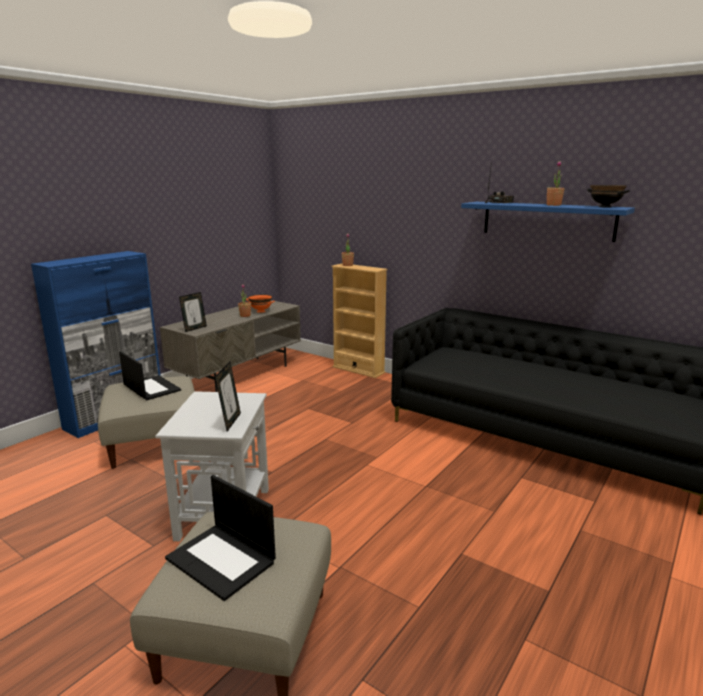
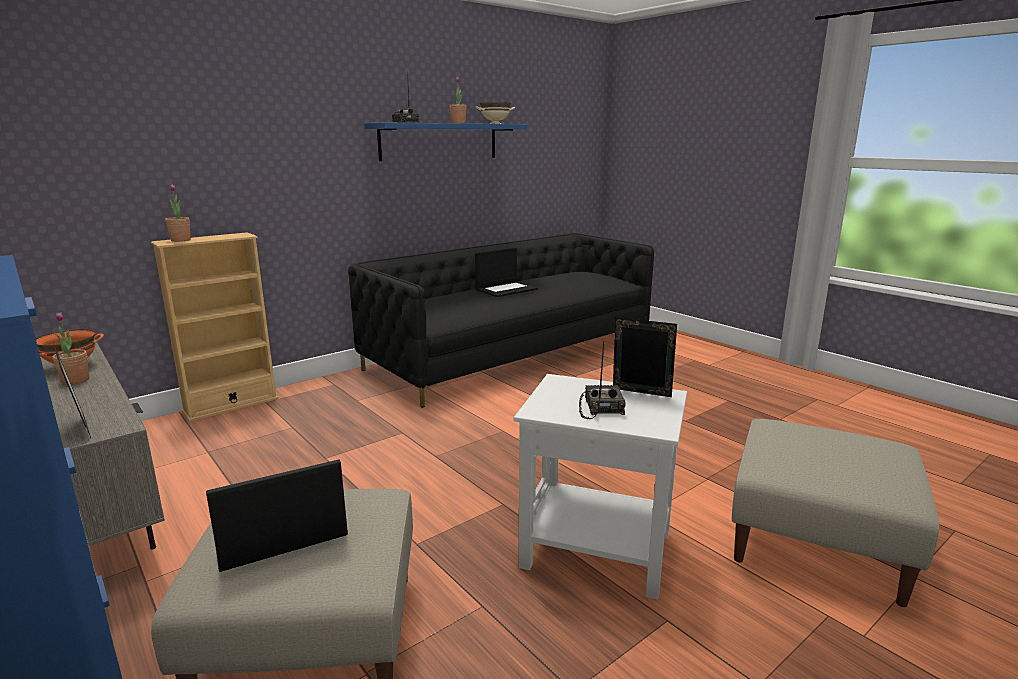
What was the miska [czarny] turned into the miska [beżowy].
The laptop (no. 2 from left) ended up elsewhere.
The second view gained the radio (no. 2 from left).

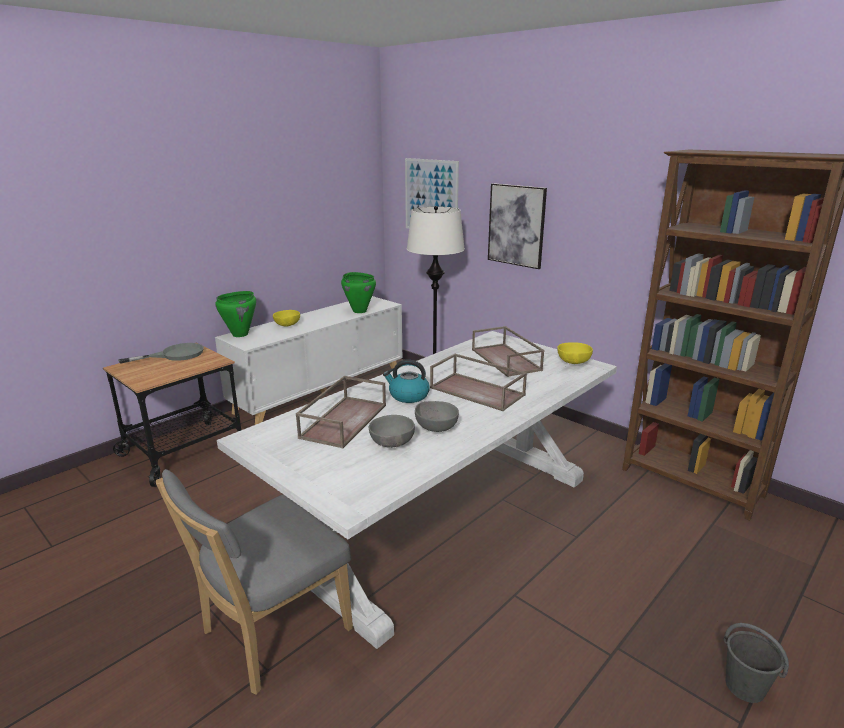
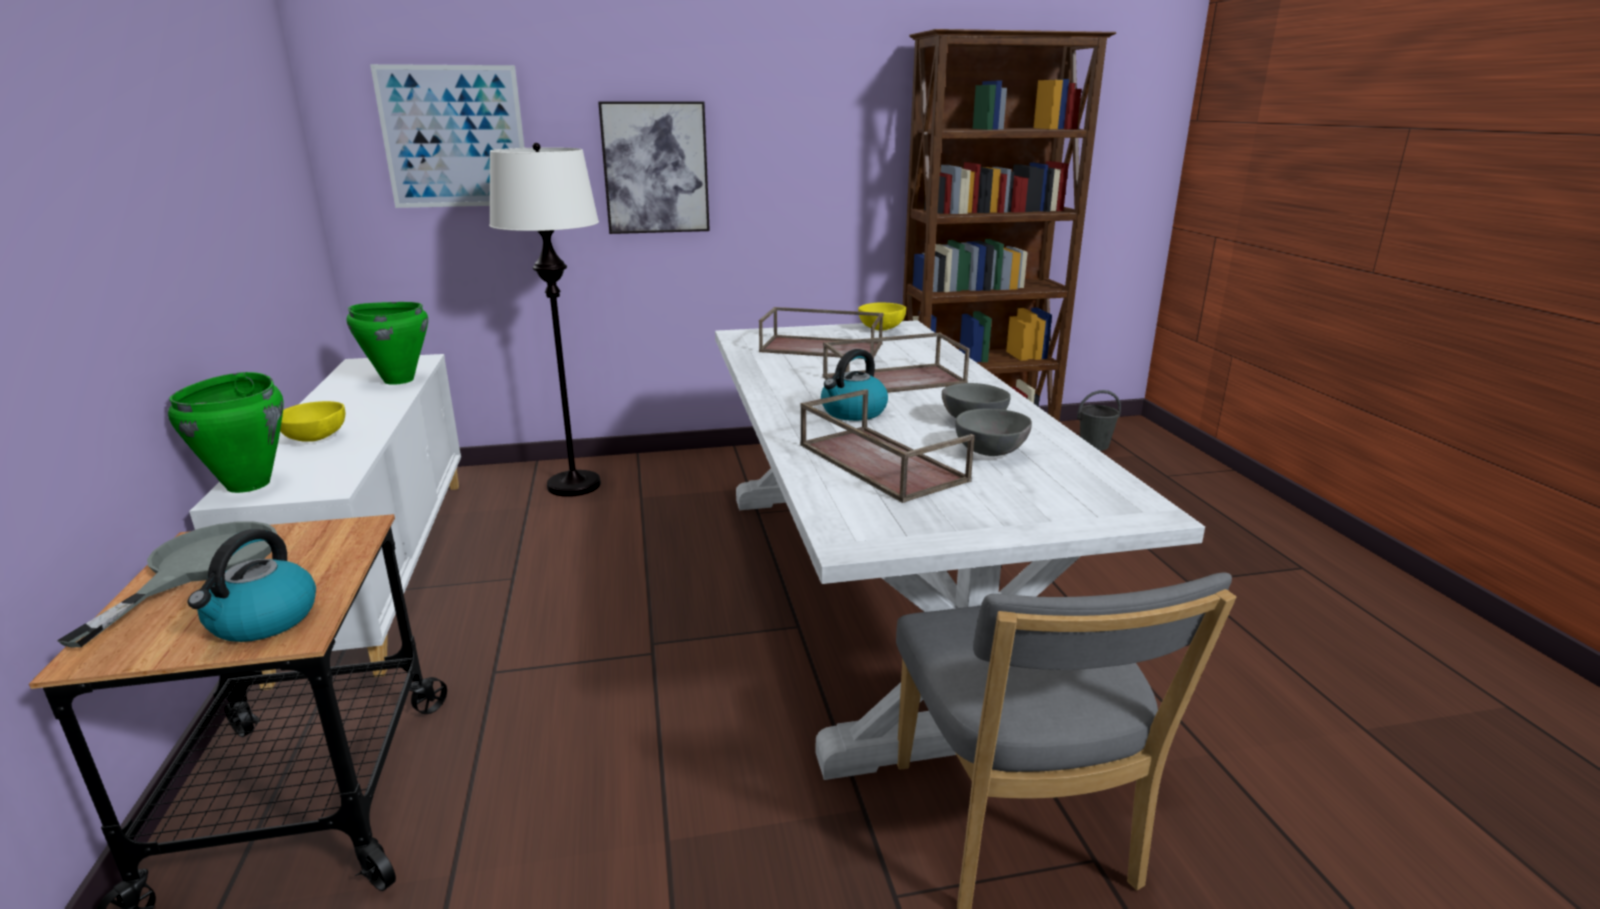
The wiadro [szary] ended up elsewhere.
The second view gained the czajnik (no. 1 from left).

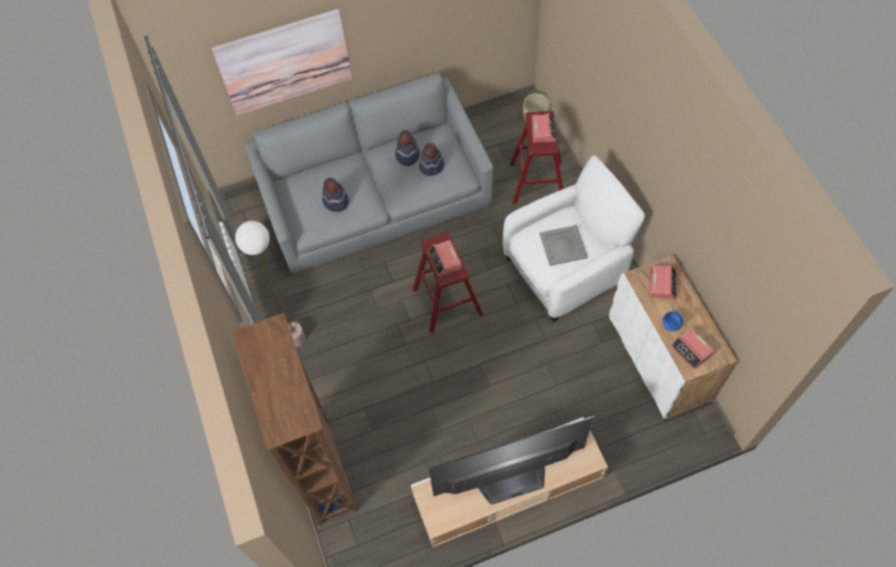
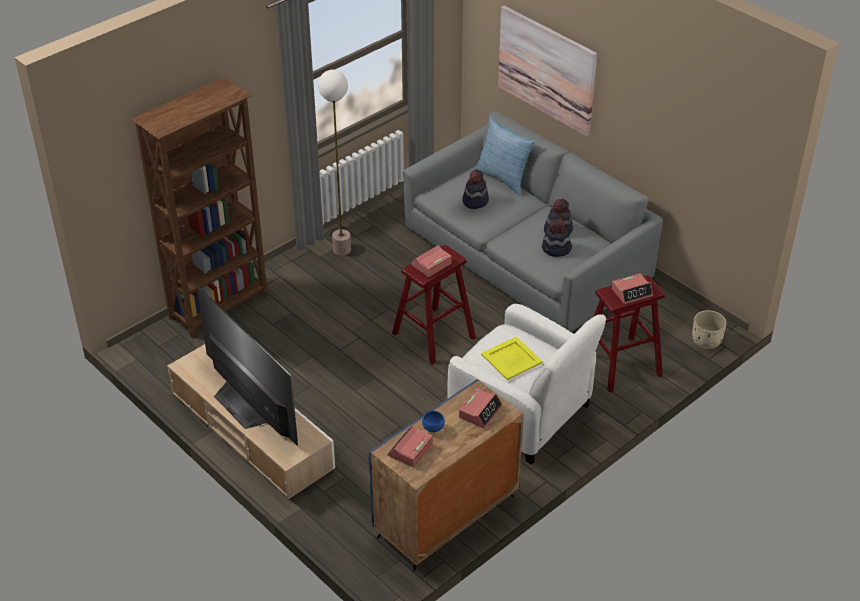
What was the taca [szary] turned into the taca [żółty].
What was the szafka [biały] turned into the szafka [niebieski].
The budzik (no. 3 from left) ended up facing another way, 45 degrees counterclockwise from before.
The second view gained the poduszka.

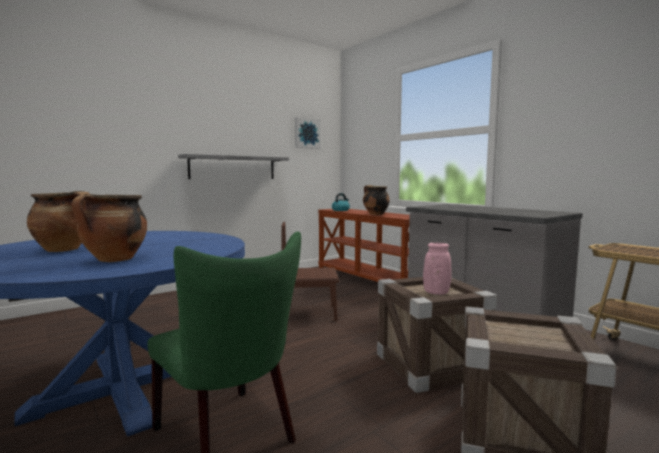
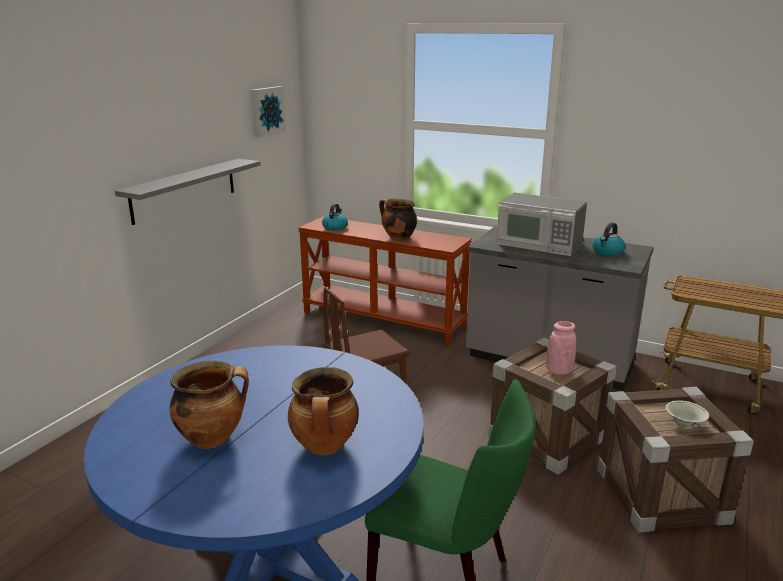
The second view gained the mikrofalówka.
The second view gained the czajnik (no. 2 from left).
The second view gained the miska [biały].

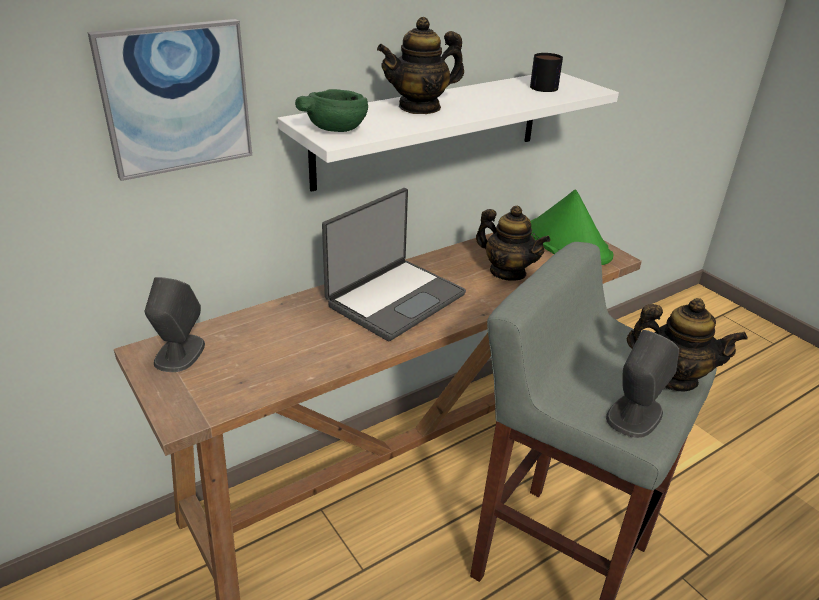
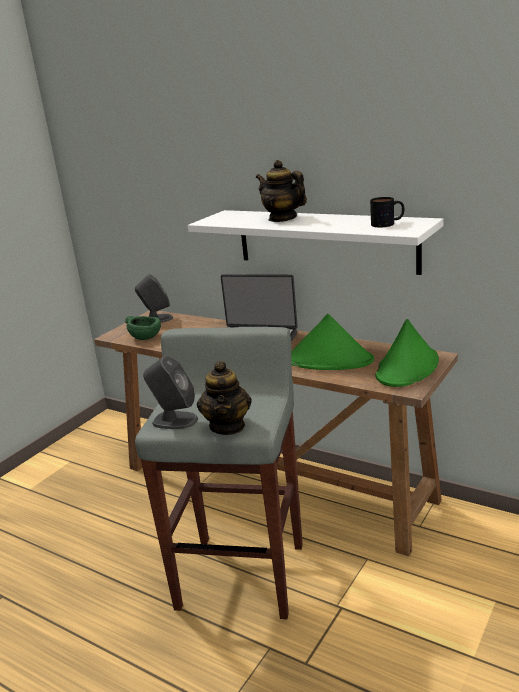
The second view lost the obraz.
The miska [zielony] ended up elsewhere.
Where the imbryk (no. 2 from left) stood, the kapelusz [zielony] (no. 1 from left) came to stand.

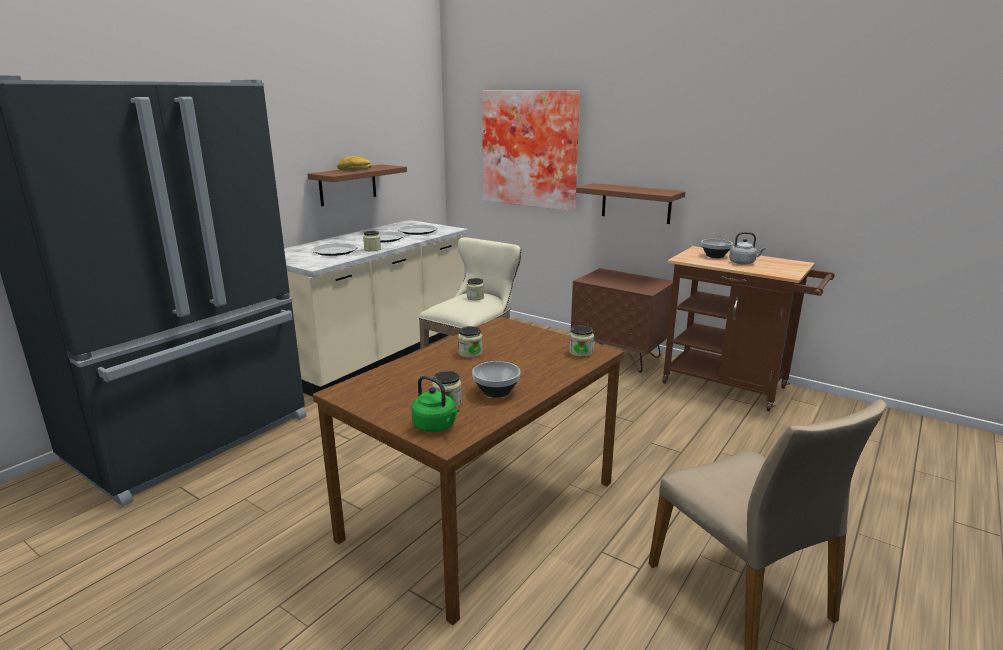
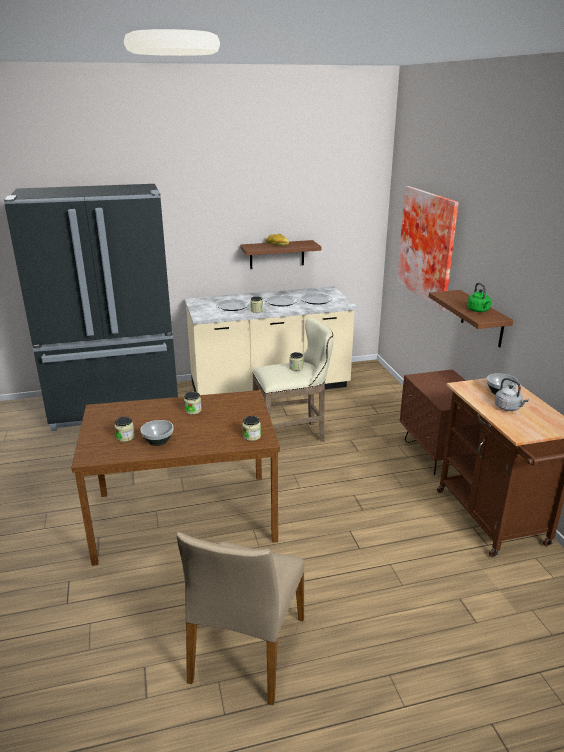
The czajnik [zielony] ended up elsewhere.

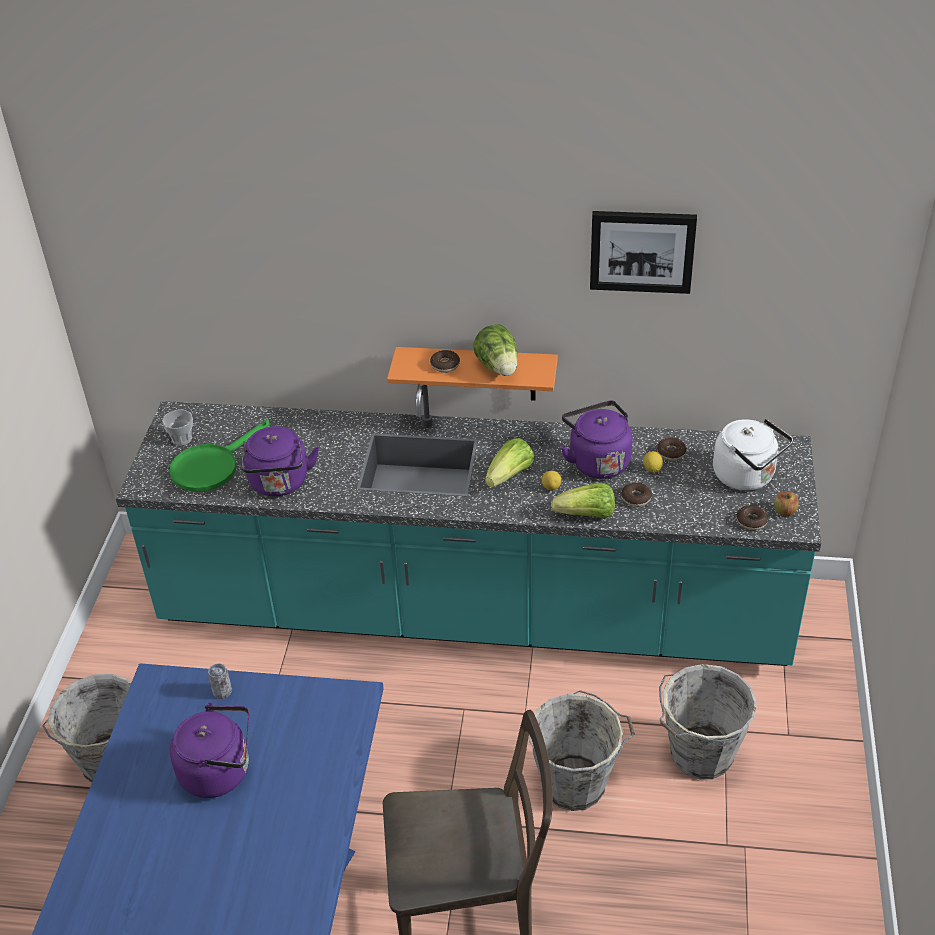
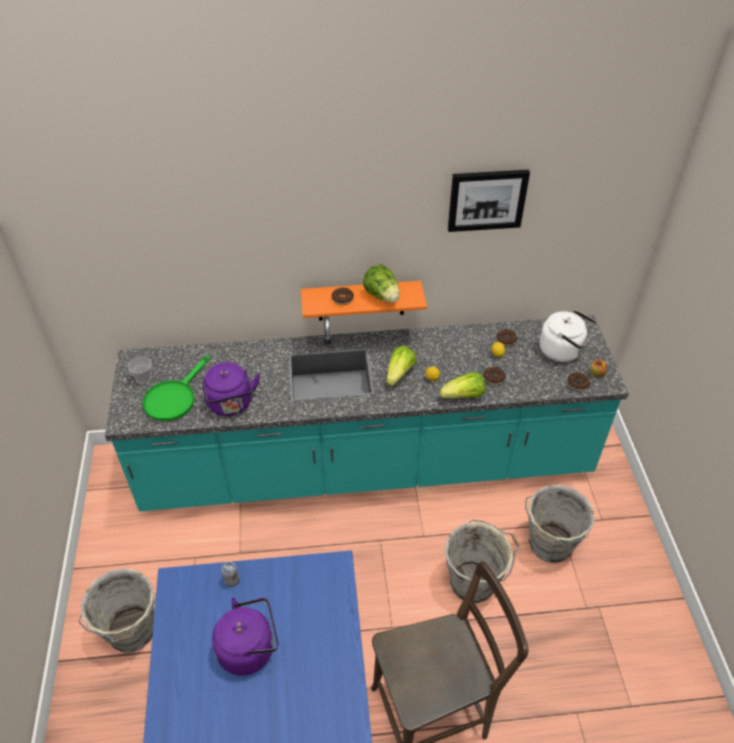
The second view lost the czajnik [fioletowy] (no. 3 from left).

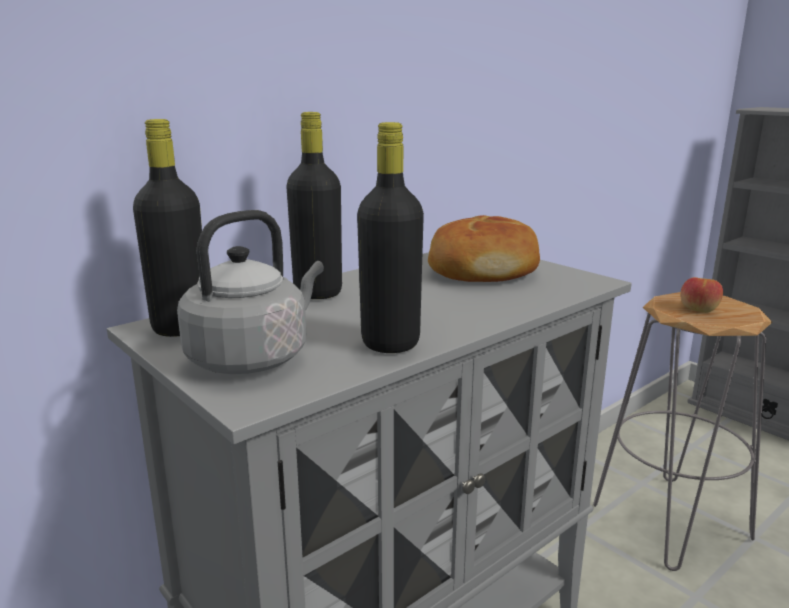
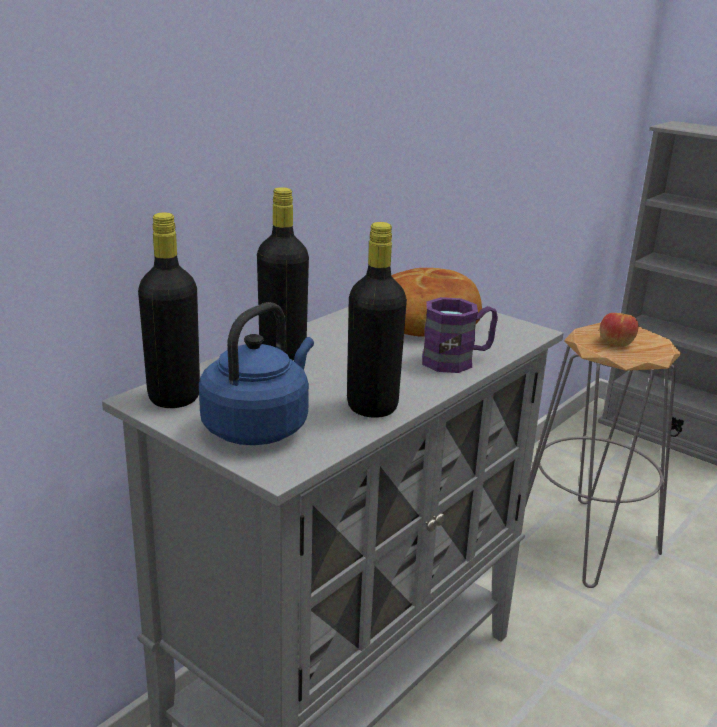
What was the czajnik [szary] turned into the czajnik [niebieski].
The second view gained the kubek [fioletowy].

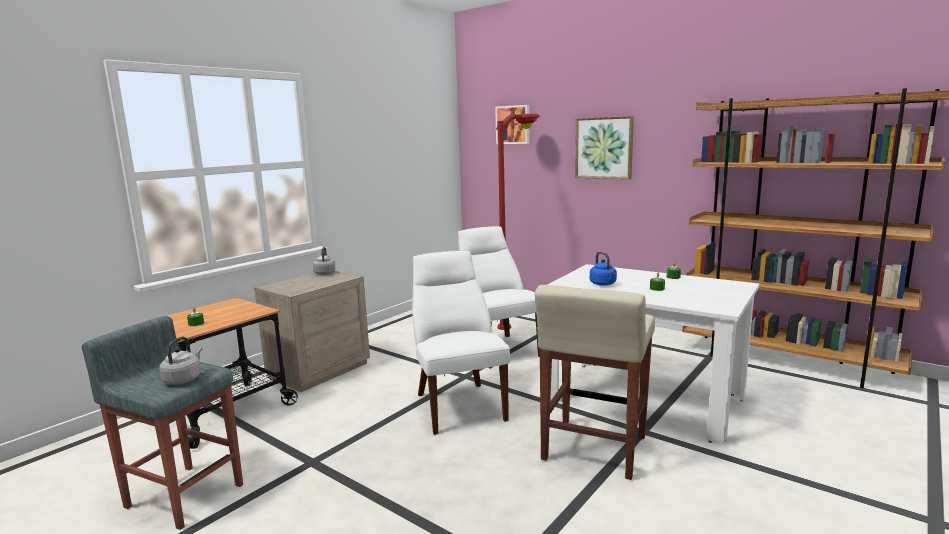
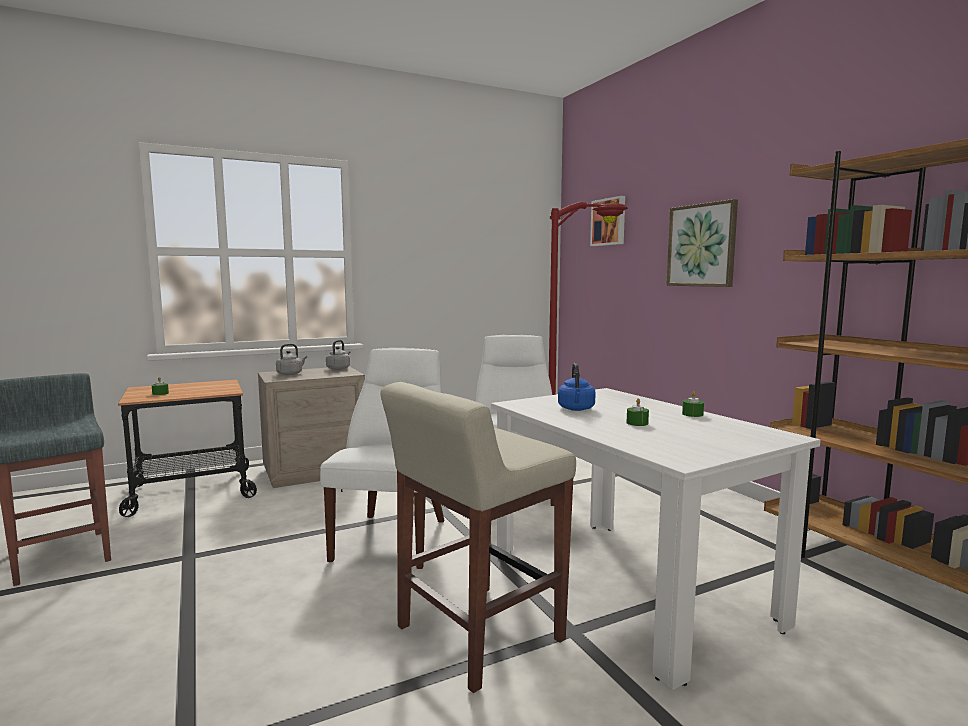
The czajnik [szary] (no. 1 from left) ended up elsewhere.

